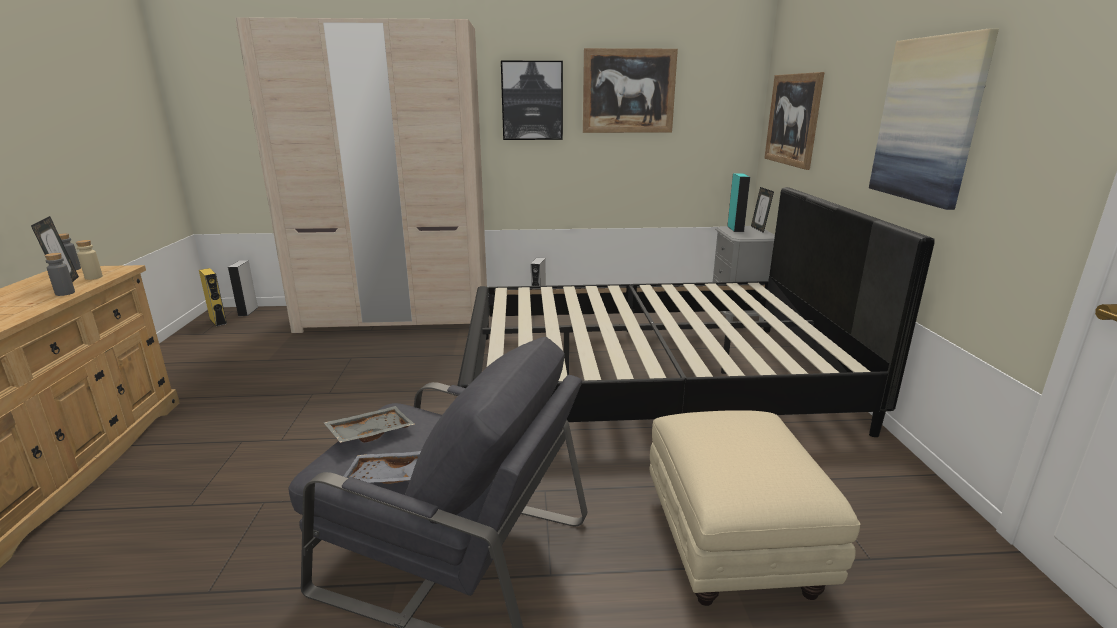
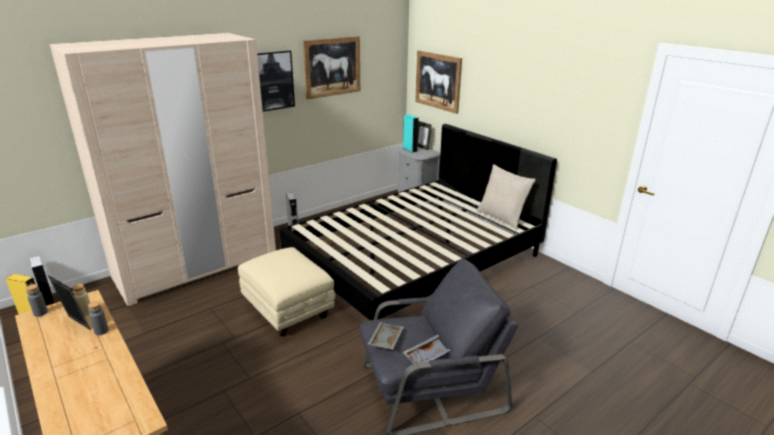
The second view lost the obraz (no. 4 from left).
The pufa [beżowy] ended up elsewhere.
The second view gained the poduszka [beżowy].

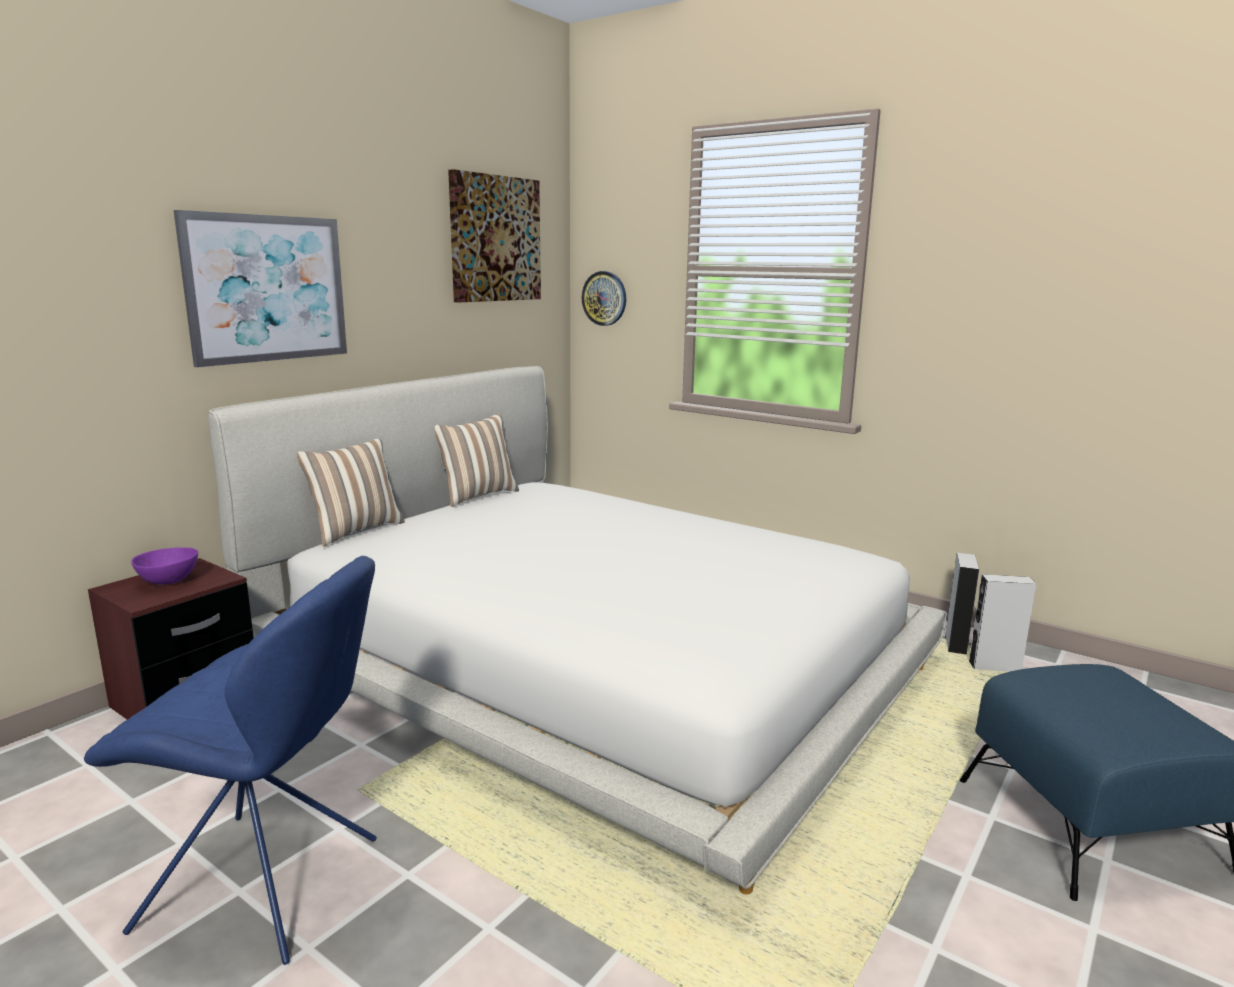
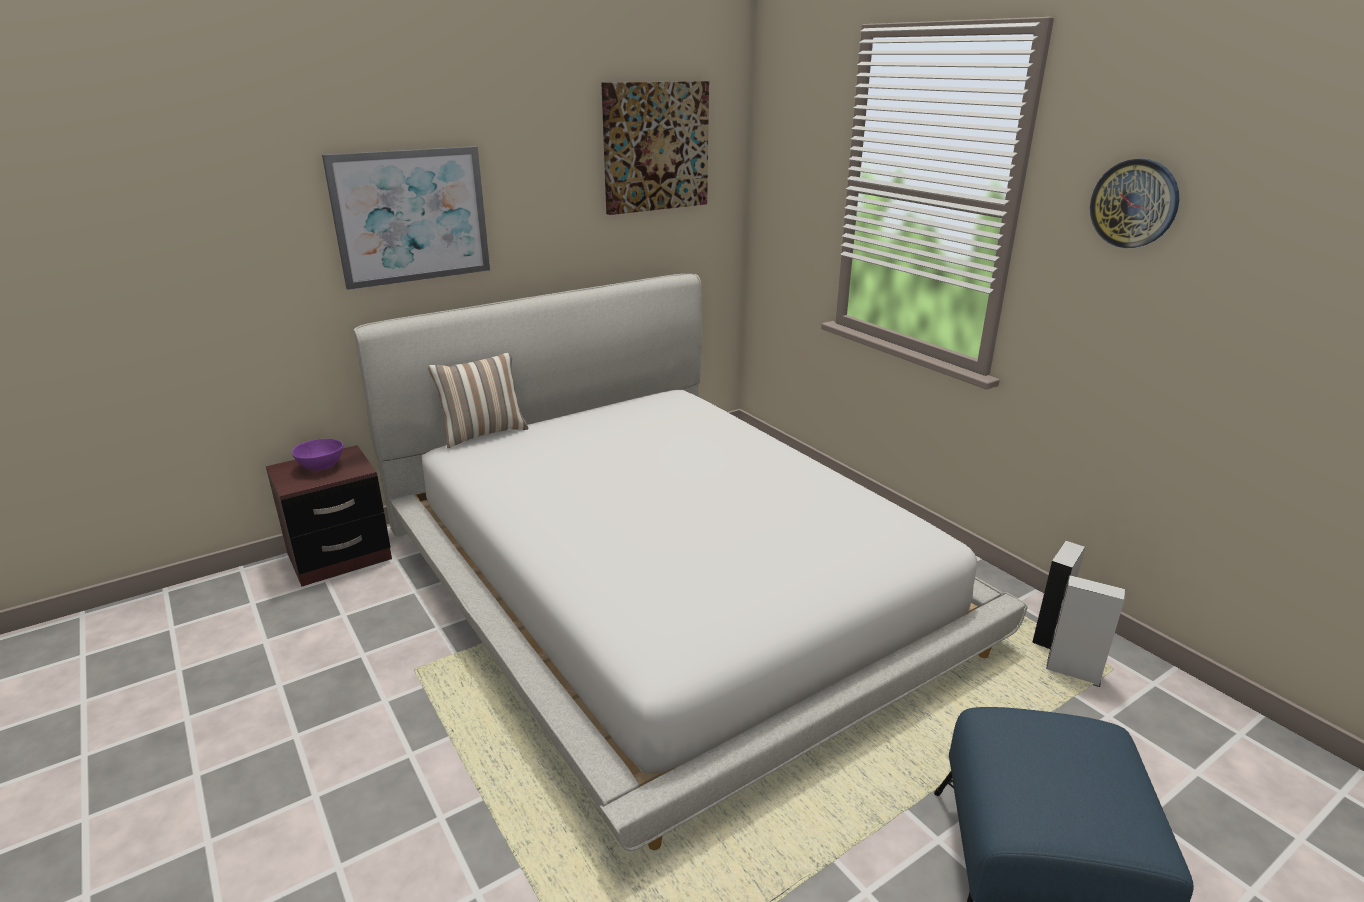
The zegar ścienny ended up elsewhere.
The second view lost the poduszka (no. 2 from left).
The second view lost the krzesło [niebieski].

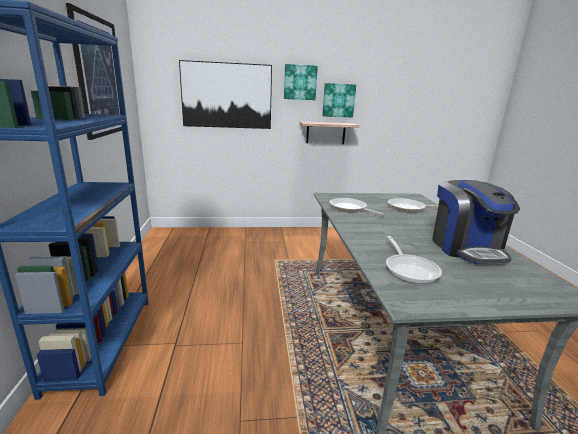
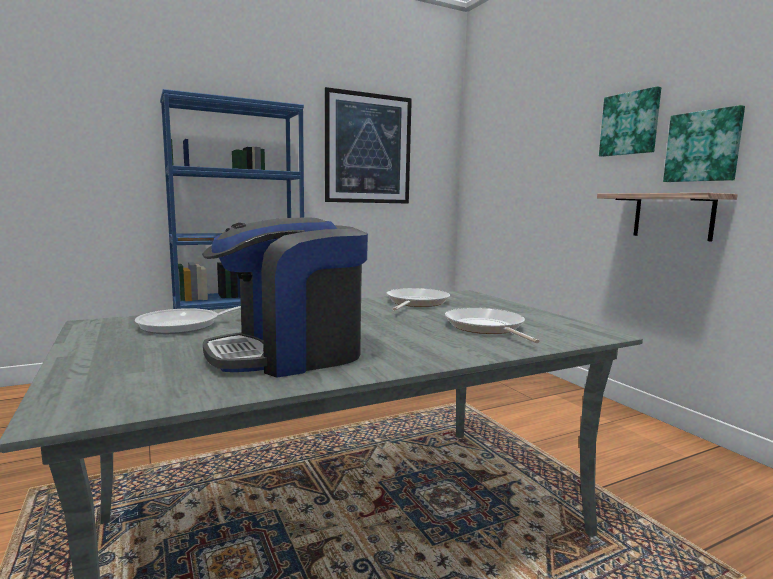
The second view lost the obraz (no. 2 from left).

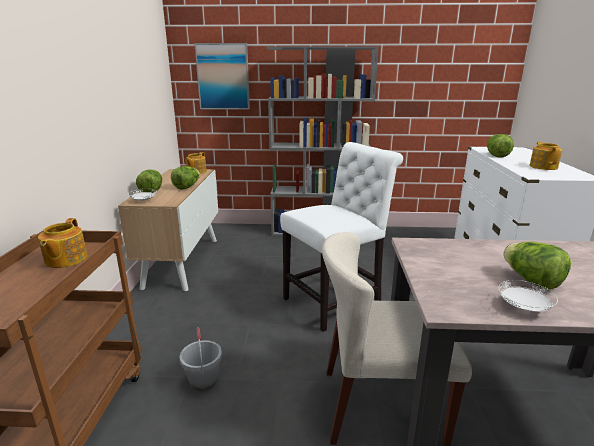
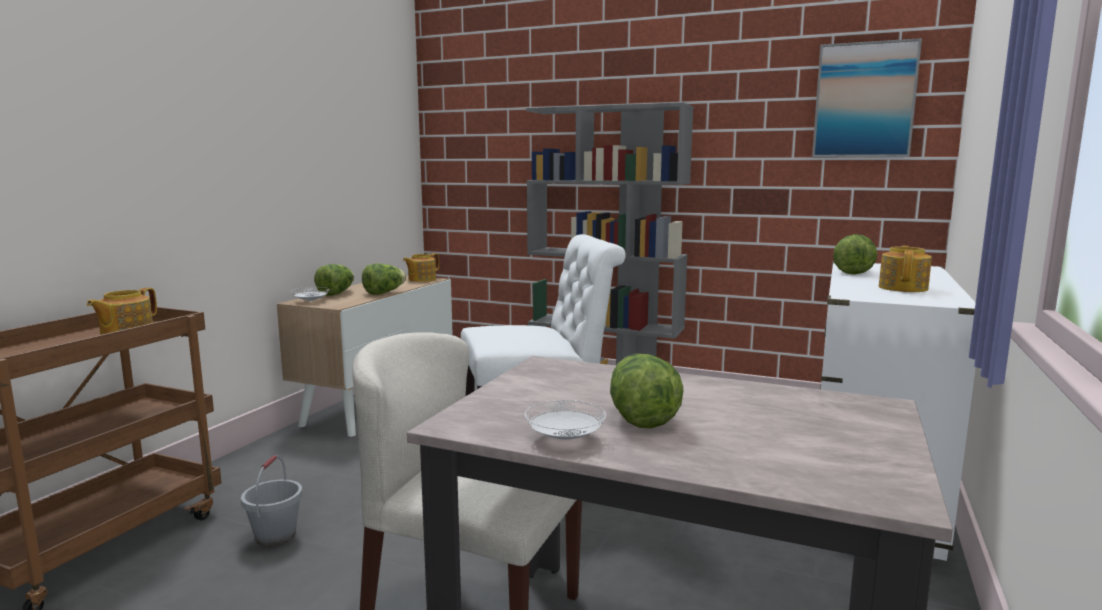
The obraz ended up elsewhere.

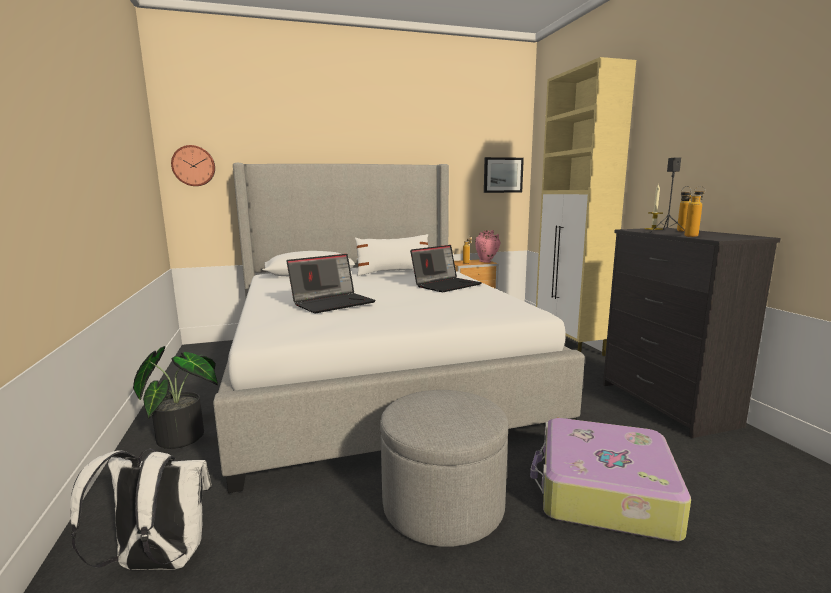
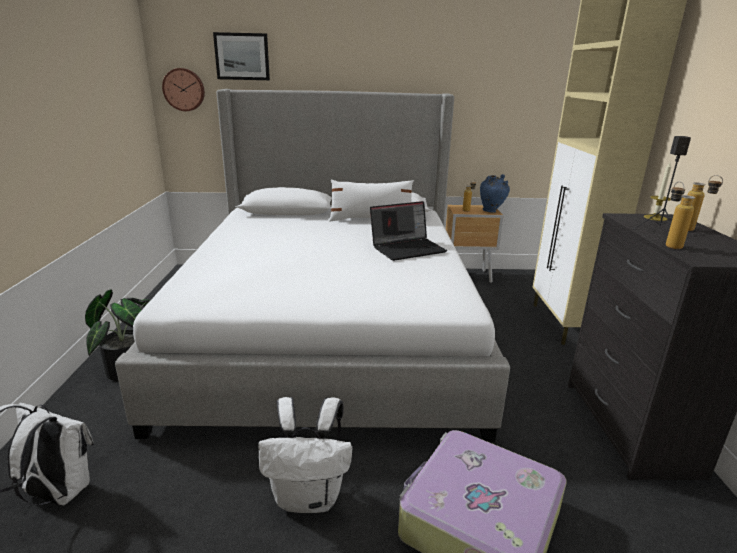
The obraz ended up elsewhere.
What was the wazon [różowy] turned into the wazon [niebieski].
The second view lost the laptop (no. 1 from left).
Where the pufa [szary] stood, the plecak [biały] (no. 2 from left) came to stand.

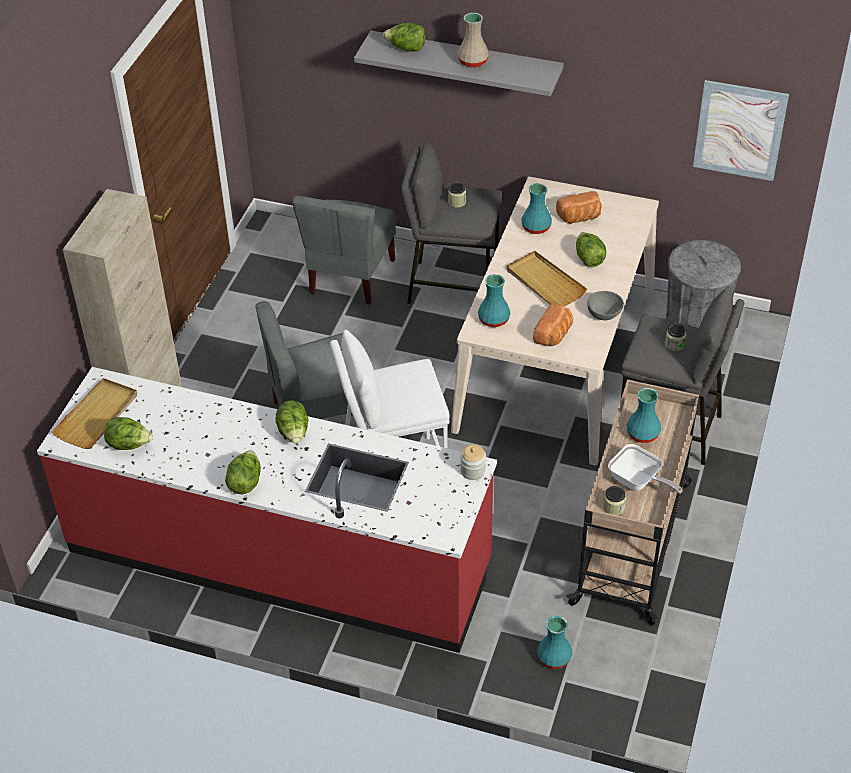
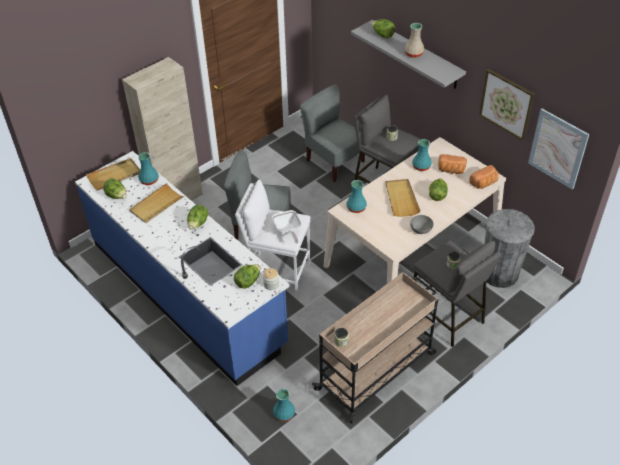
The krzesło [szary] (no. 2 from left) ended up facing another way, 90 degrees clockwise from before.
The chleb (no. 1 from left in the first image) ended up elsewhere.
What was the zabudowa kuchenna [czerwony] turned into the zabudowa kuchenna [niebieski].
The wazon [turkusowy] (no. 4 from left in the first image) ended up elsewhere.
The patelnia ended up elsewhere.
The sałata (no. 2 from left in the first image) ended up elsewhere.
The second view gained the obraz (no. 1 from left).
The second view gained the taca [beżowy] (no. 2 from left).

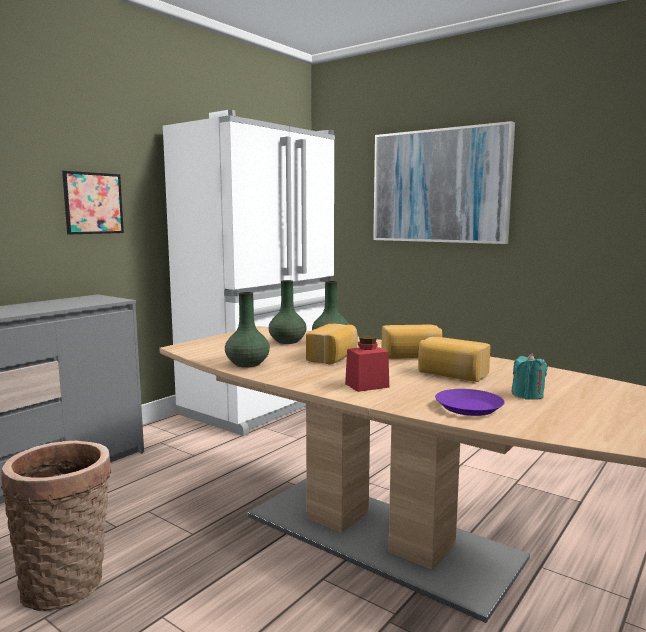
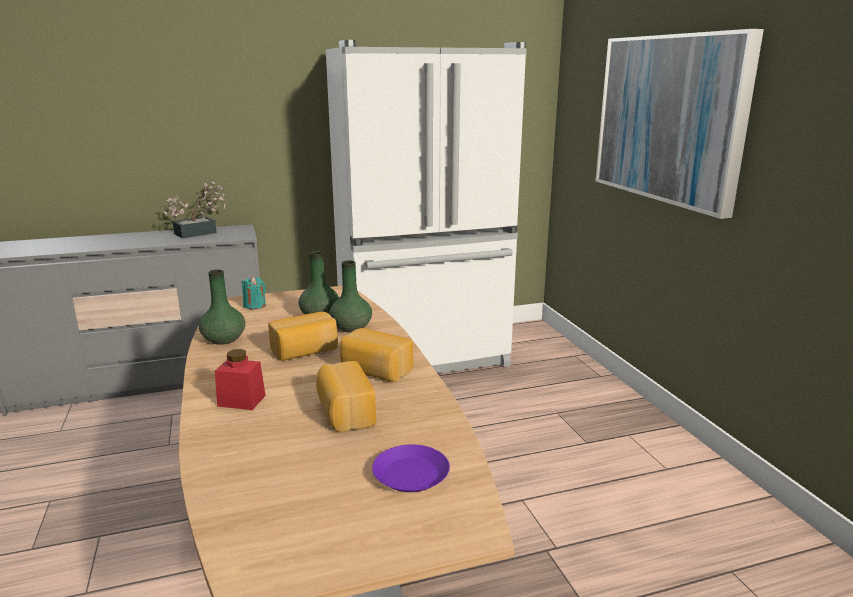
The second view lost the obraz (no. 1 from left).
The świeca [turkusowy] ended up elsewhere.
The talerz [fioletowy] ended up elsewhere.
The second view lost the koszyk.
The second view gained the roślina doniczkowa.

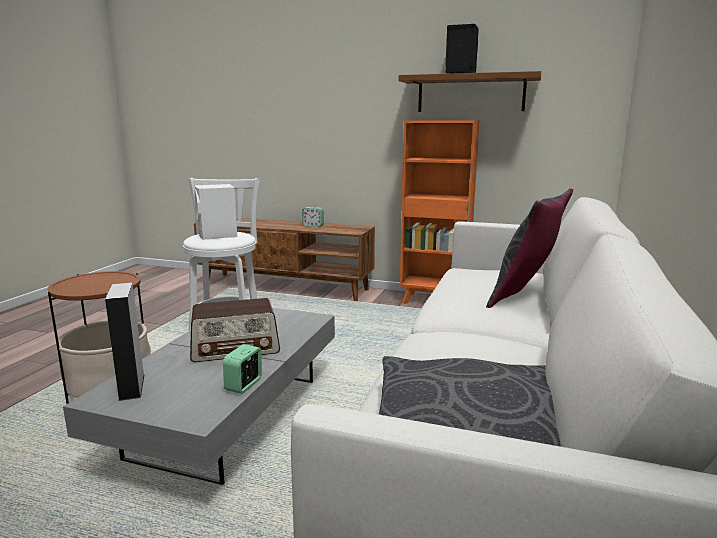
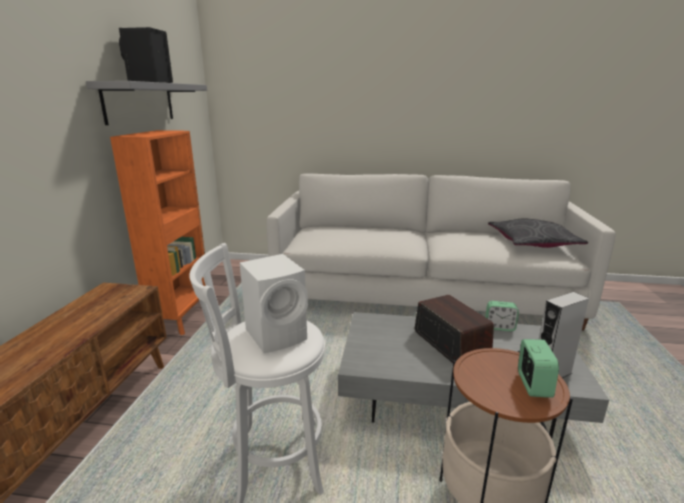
What was the półka [brązowy] turned into the półka [szary].
The second view lost the poduszka [szary] (no. 2 from left).
The budzik (no. 2 from left) ended up elsewhere.

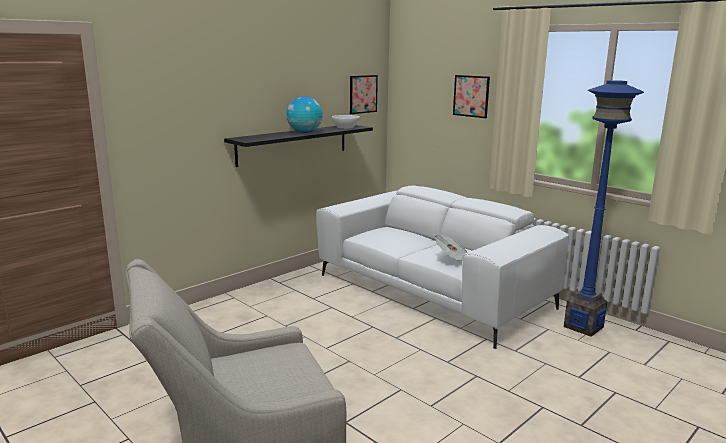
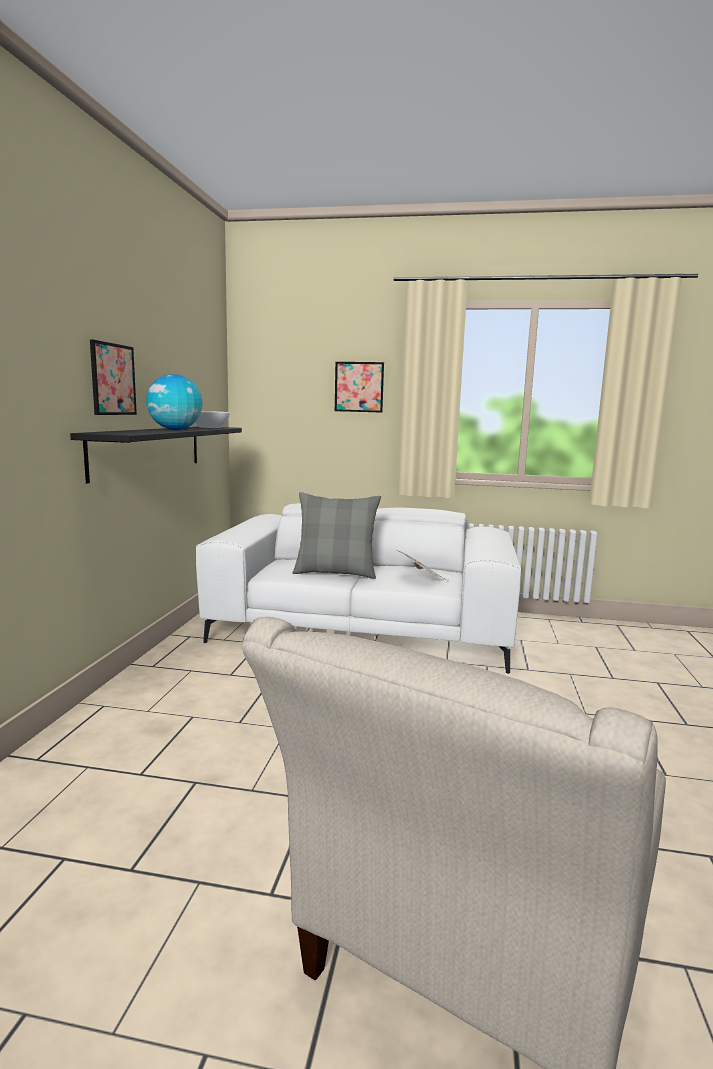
The obraz (no. 1 from left) ended up elsewhere.
The second view lost the lampa stojąca [niebieski].
The second view gained the poduszka [szary].

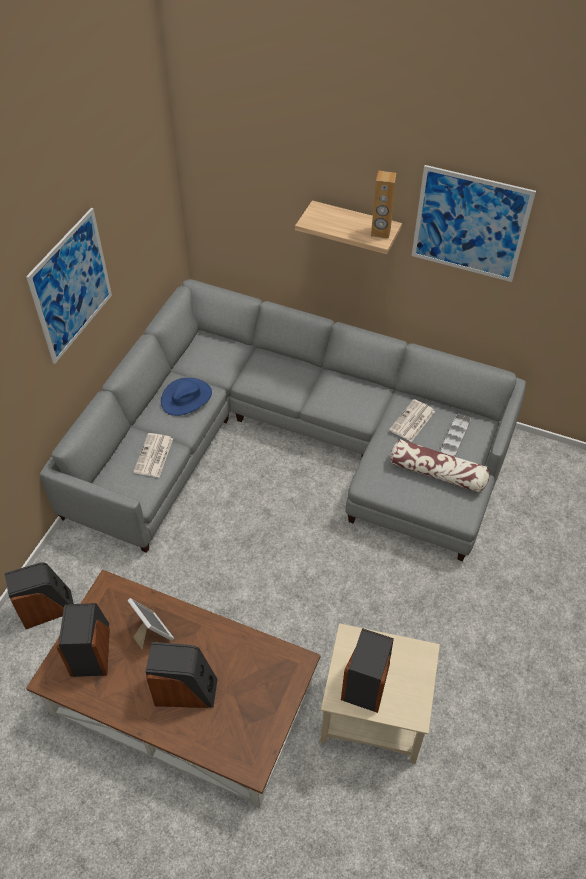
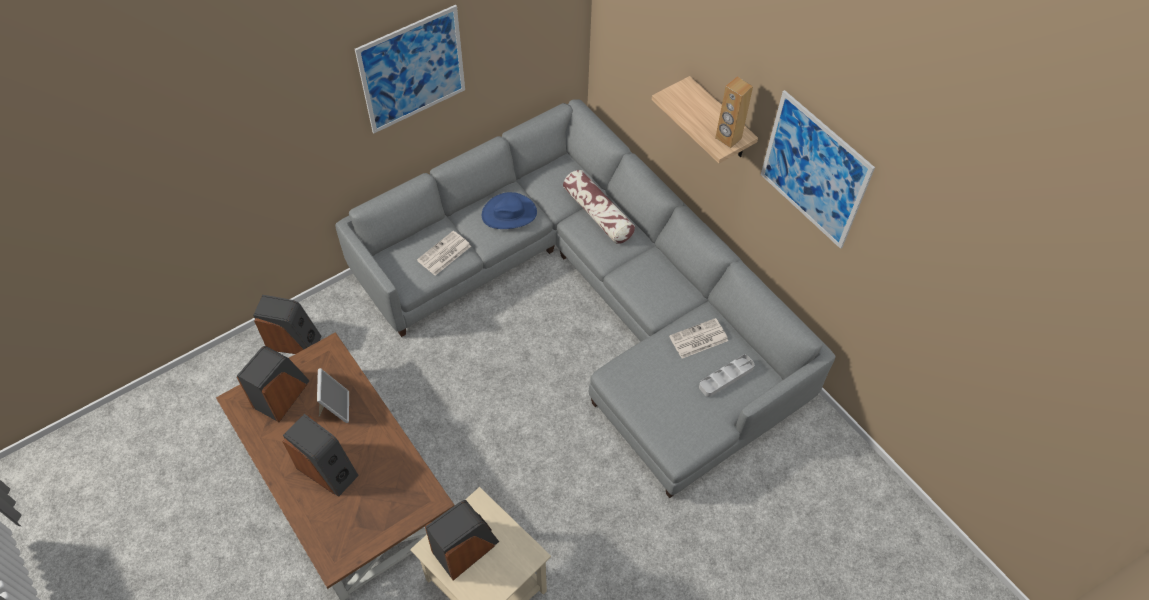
The poduszka ended up elsewhere.

